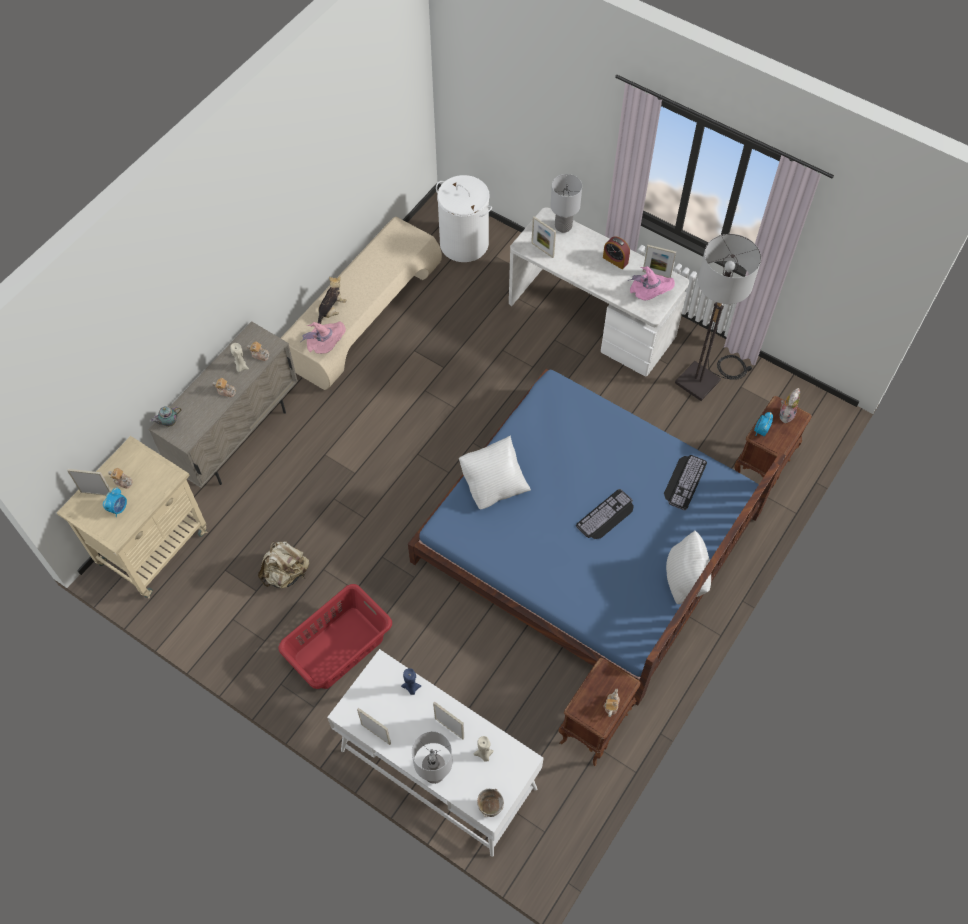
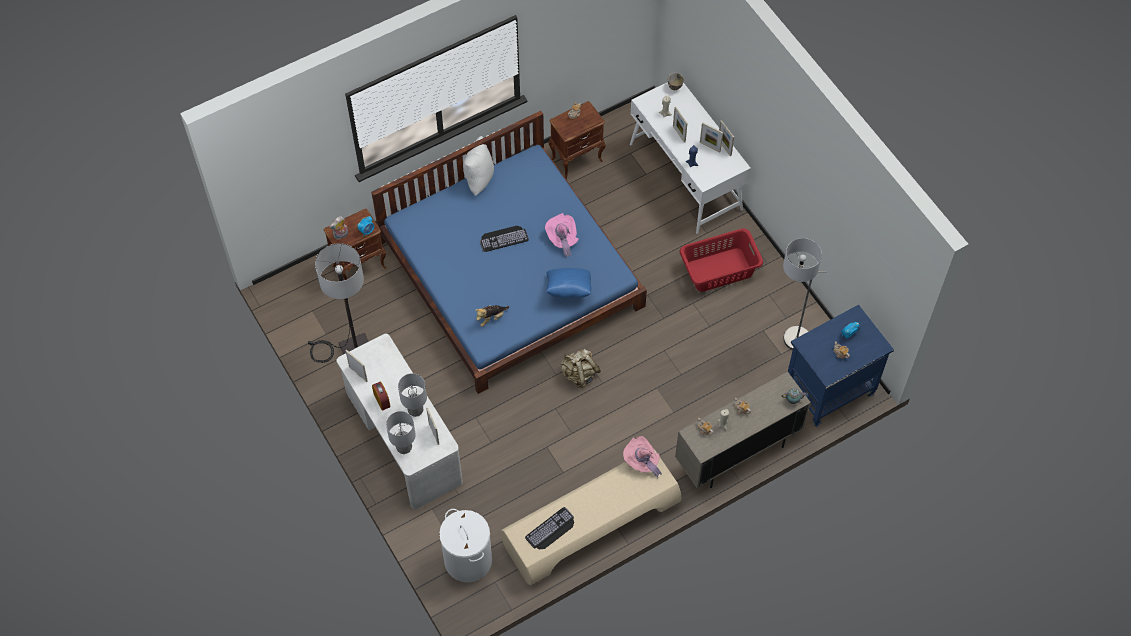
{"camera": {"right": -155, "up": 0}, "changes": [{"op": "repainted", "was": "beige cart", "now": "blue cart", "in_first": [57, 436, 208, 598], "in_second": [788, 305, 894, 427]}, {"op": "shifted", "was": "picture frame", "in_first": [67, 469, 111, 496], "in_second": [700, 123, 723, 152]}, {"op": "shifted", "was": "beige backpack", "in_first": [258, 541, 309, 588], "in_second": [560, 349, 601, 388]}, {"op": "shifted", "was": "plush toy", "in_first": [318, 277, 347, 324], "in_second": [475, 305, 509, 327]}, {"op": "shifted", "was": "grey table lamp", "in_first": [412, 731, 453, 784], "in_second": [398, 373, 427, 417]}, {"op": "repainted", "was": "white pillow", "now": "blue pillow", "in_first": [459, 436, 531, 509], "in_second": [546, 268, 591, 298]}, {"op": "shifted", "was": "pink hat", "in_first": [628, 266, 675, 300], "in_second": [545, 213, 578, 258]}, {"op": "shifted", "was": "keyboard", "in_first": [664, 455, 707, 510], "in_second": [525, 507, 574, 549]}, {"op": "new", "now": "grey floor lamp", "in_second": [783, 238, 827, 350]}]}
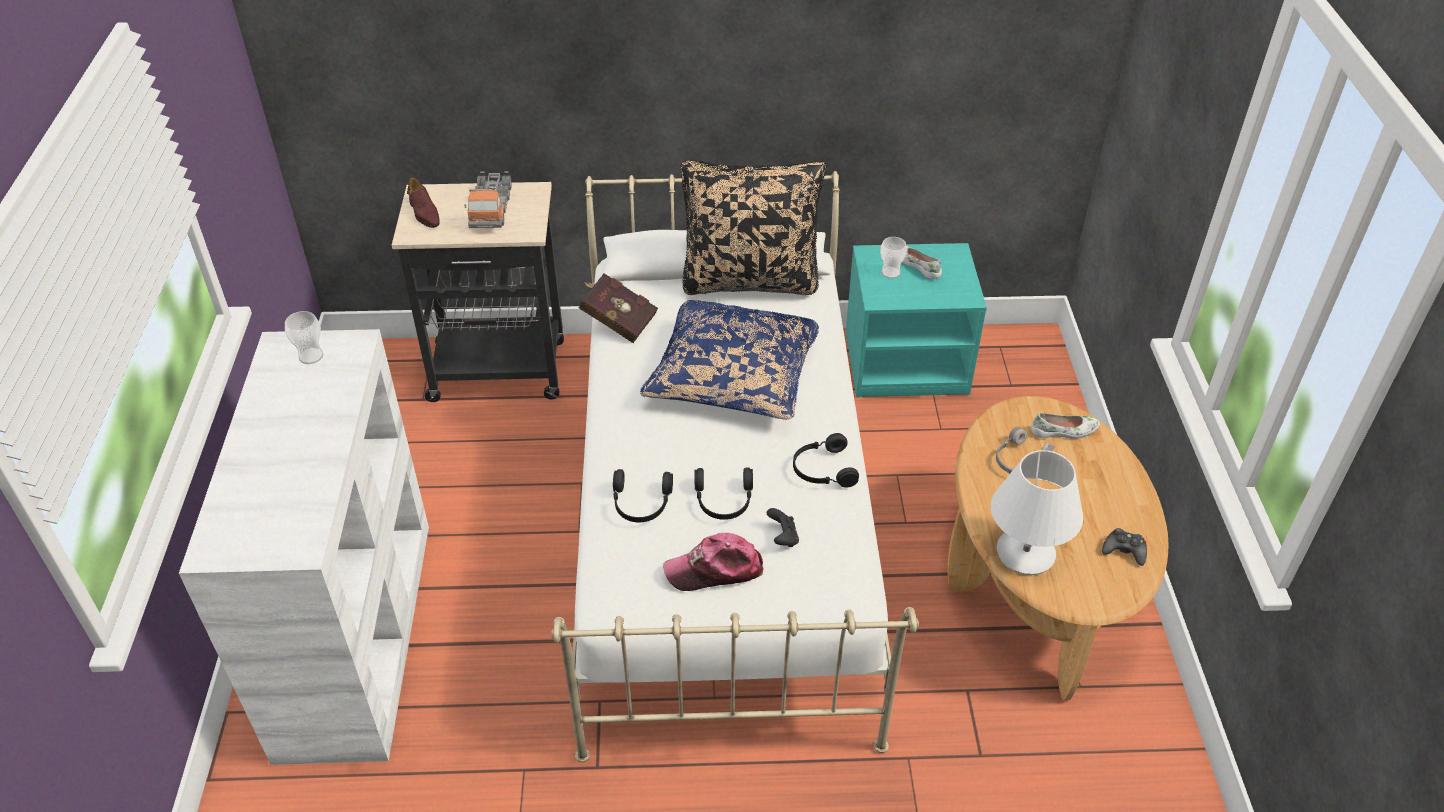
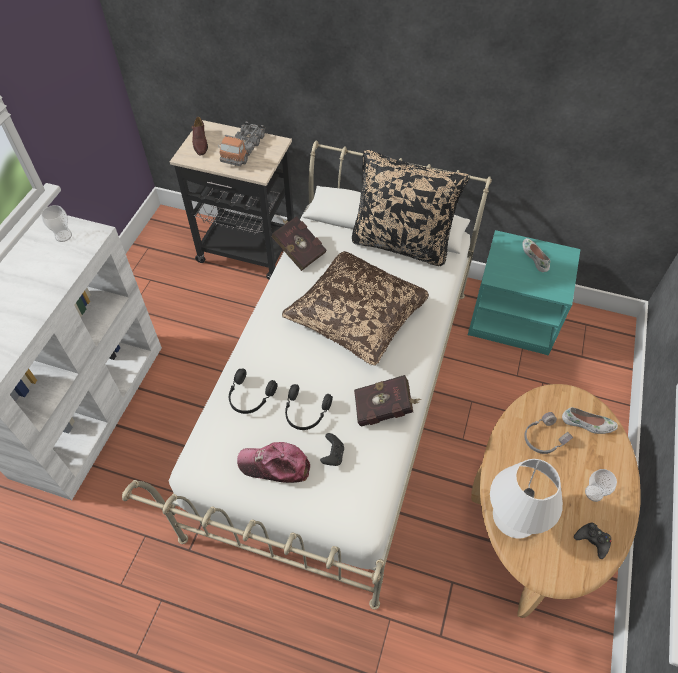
{"camera": {"right": 20, "up": 10}, "changes": [{"op": "repainted", "was": "blue pillow", "now": "brown pillow", "in_first": [640, 300, 819, 421], "in_second": [282, 251, 429, 365]}, {"op": "swapped", "was": "black headphones", "now": "red book", "in_first": [793, 433, 859, 488], "in_second": [354, 375, 422, 426]}, {"op": "shifted", "was": "cup", "in_first": [880, 237, 907, 279], "in_second": [585, 469, 617, 502]}]}
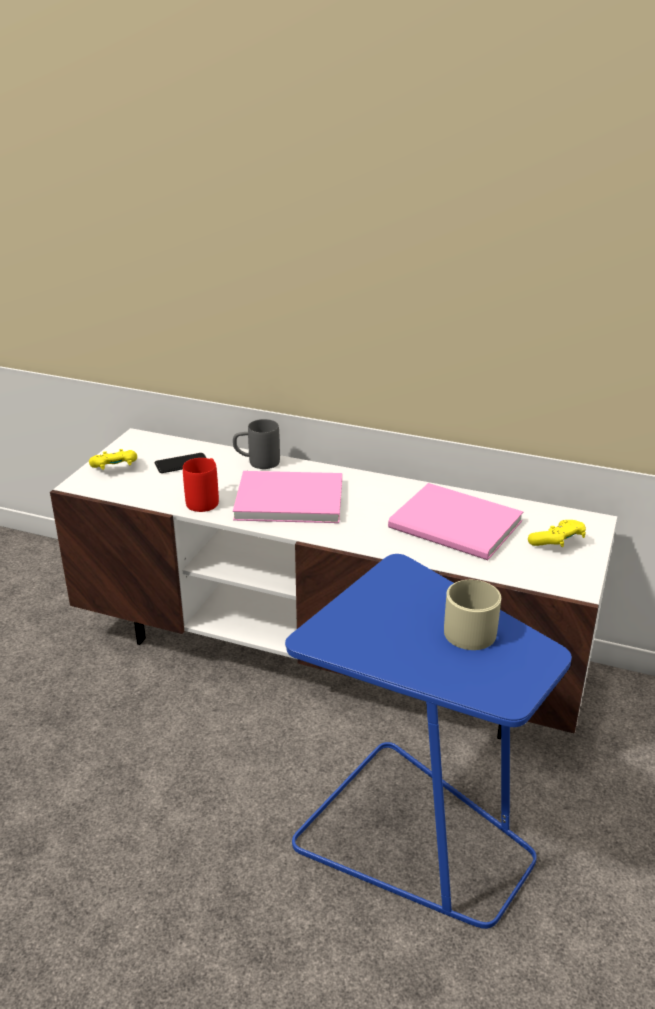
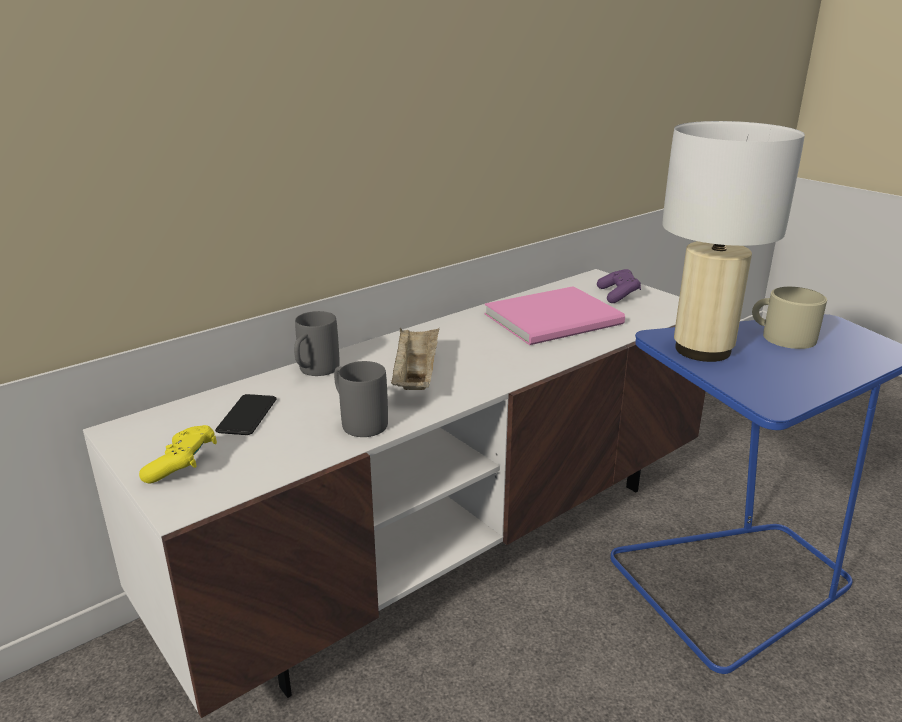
{"camera": {"right": -60, "up": -5}, "changes": [{"op": "repainted", "was": "red mug", "now": "grey mug", "in_first": [183, 458, 219, 512], "in_second": [334, 361, 388, 437]}, {"op": "swapped", "was": "pink book", "now": "beige tray", "in_first": [233, 471, 342, 523], "in_second": [391, 328, 439, 390]}, {"op": "repainted", "was": "yellow game controller", "now": "purple game controller", "in_first": [528, 520, 586, 547], "in_second": [597, 269, 641, 303]}, {"op": "new", "now": "white table lamp", "in_second": [662, 121, 805, 362]}]}
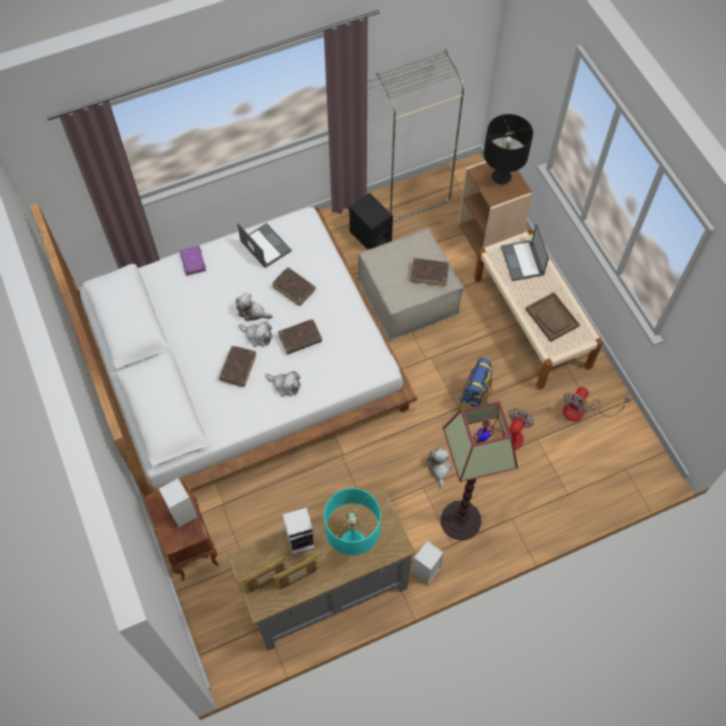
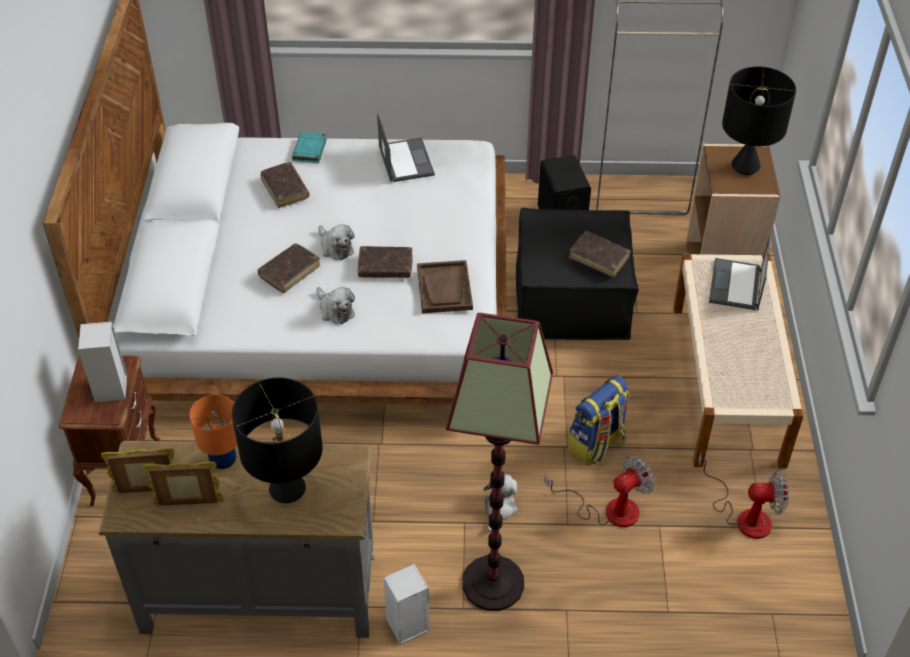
{"camera": {"right": 25, "up": -15}, "changes": [{"op": "repainted", "was": "purple book", "now": "turquoise book", "in_first": [180, 245, 206, 276], "in_second": [292, 132, 327, 163]}, {"op": "gone", "was": "plush toy", "in_first": [236, 293, 273, 321]}, {"op": "shifted", "was": "brown book", "in_first": [272, 267, 316, 306], "in_second": [261, 162, 310, 208]}, {"op": "swapped", "was": "speaker", "now": "orange table lamp", "in_first": [282, 507, 315, 554], "in_second": [190, 394, 237, 469]}, {"op": "repainted", "was": "turquoise table lamp", "now": "black table lamp", "in_first": [324, 488, 381, 555], "in_second": [232, 377, 323, 503]}, {"op": "repainted", "was": "beige ottoman", "now": "black ottoman", "in_first": [358, 228, 464, 341], "in_second": [516, 208, 639, 340]}, {"op": "shifted", "was": "brown tray", "in_first": [526, 292, 580, 342], "in_second": [417, 260, 473, 314]}, {"op": "rotated", "was": "fan", "in_first": [563, 387, 631, 421], "in_second": [698, 452, 789, 539], "clockwise": -150}]}
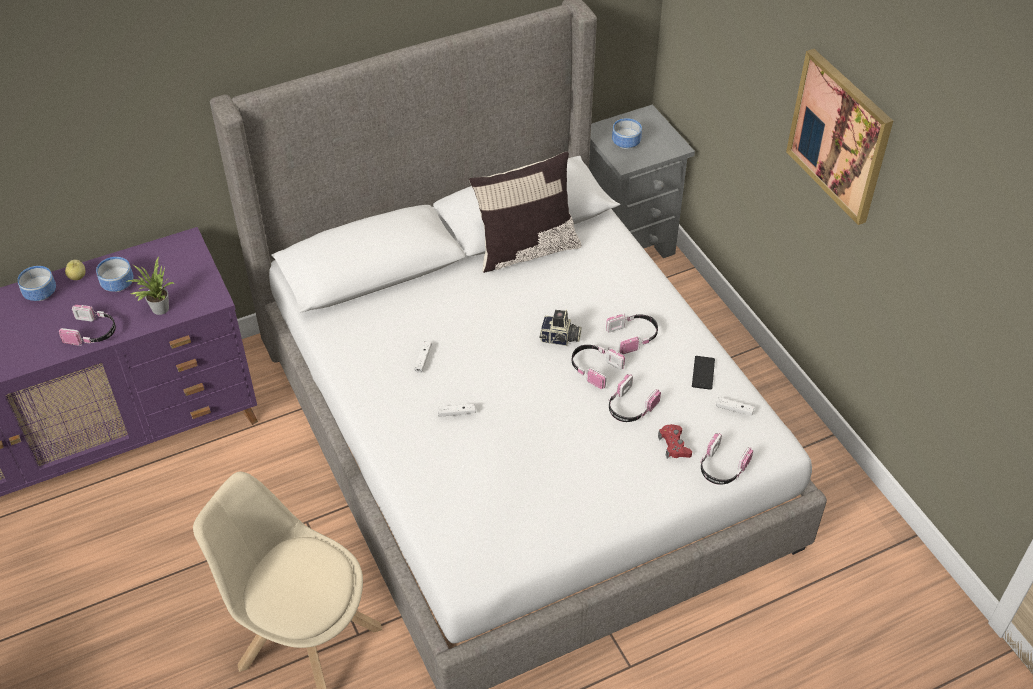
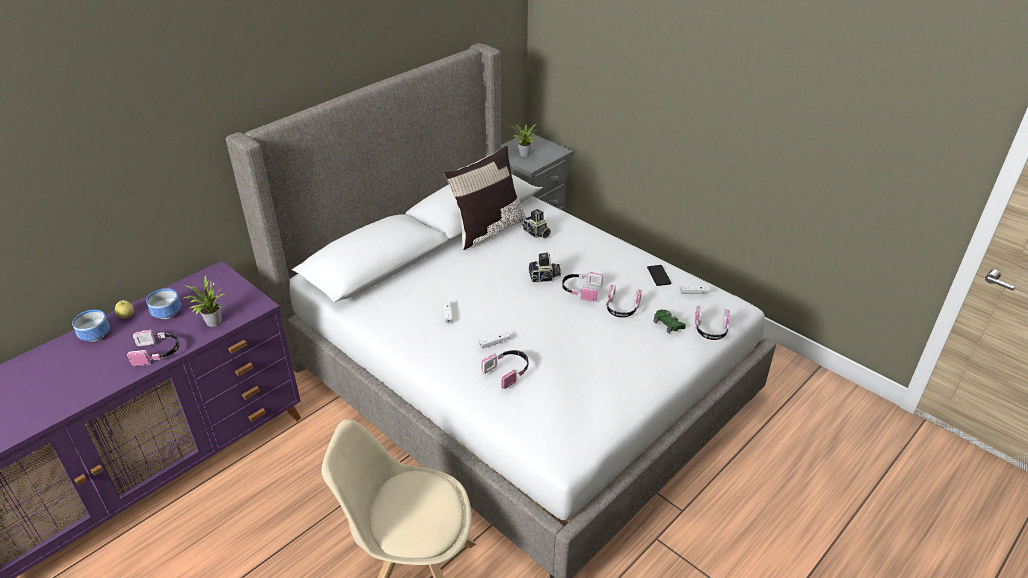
{"camera": {"right": -20, "up": -10}, "changes": [{"op": "shifted", "was": "headphones", "in_first": [606, 313, 658, 354], "in_second": [481, 350, 528, 389]}, {"op": "swapped", "was": "bowl", "now": "potted plant", "in_first": [612, 118, 642, 149], "in_second": [511, 123, 537, 157]}, {"op": "repainted", "was": "red game controller", "now": "green game controller", "in_first": [658, 424, 692, 458], "in_second": [654, 309, 686, 333]}, {"op": "gone", "was": "picture", "in_first": [786, 49, 893, 225]}, {"op": "new", "now": "photo camera", "in_second": [522, 209, 551, 239]}]}
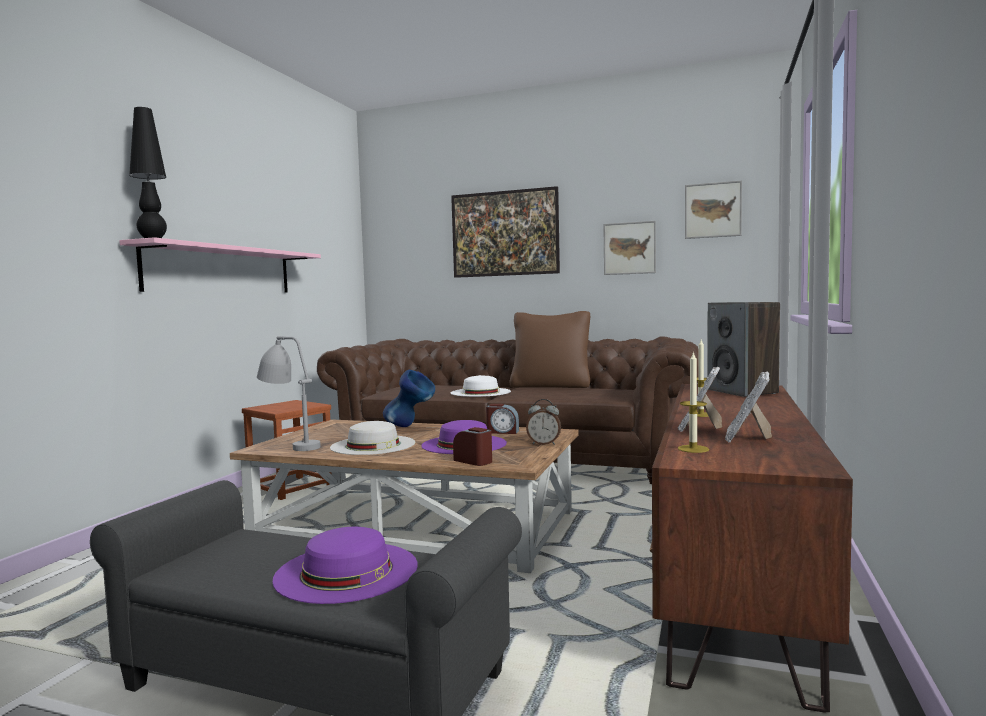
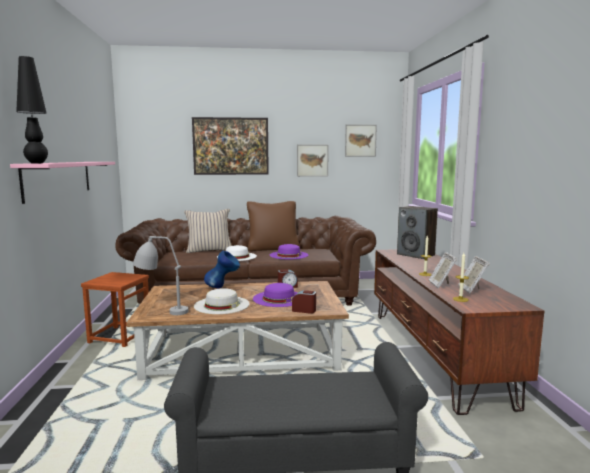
{"camera": {"right": -25, "up": 5}, "changes": [{"op": "shifted", "was": "purple hat", "in_first": [273, 527, 418, 604], "in_second": [270, 244, 308, 259]}, {"op": "gone", "was": "alarm clock", "in_first": [526, 399, 561, 445]}, {"op": "new", "now": "beige pillow", "in_second": [184, 209, 232, 253]}]}
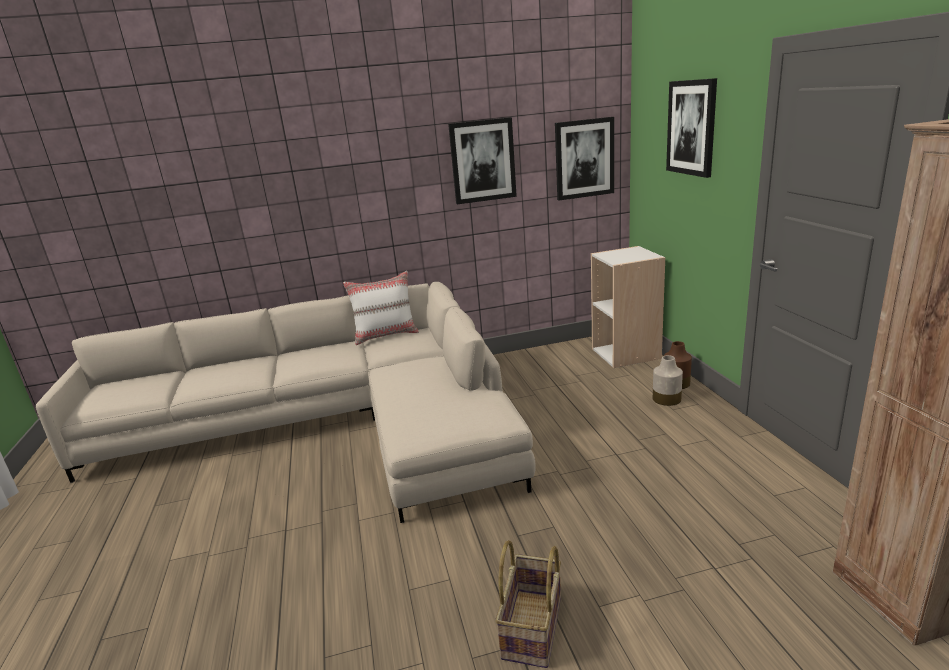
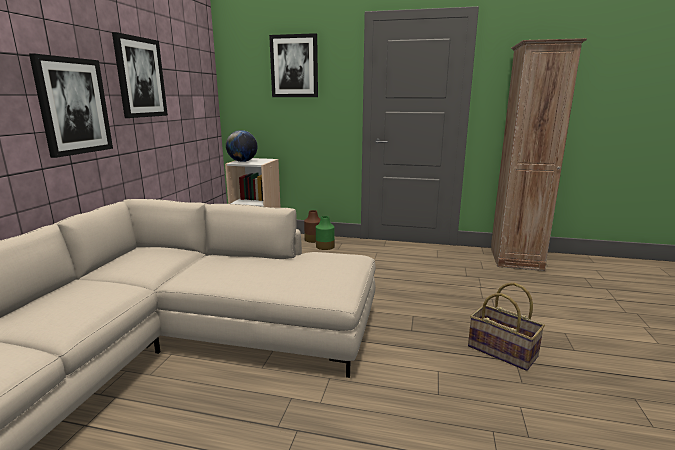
{"camera": {"right": -65, "up": -5}, "changes": [{"op": "gone", "was": "white pillow", "in_first": [343, 271, 419, 345]}, {"op": "shifted", "was": "picture", "in_first": [555, 117, 614, 200], "in_second": [29, 53, 113, 158]}, {"op": "repainted", "was": "beige vase", "now": "green vase", "in_first": [653, 355, 683, 406], "in_second": [316, 216, 335, 250]}, {"op": "new", "now": "globe", "in_second": [226, 130, 257, 162]}]}
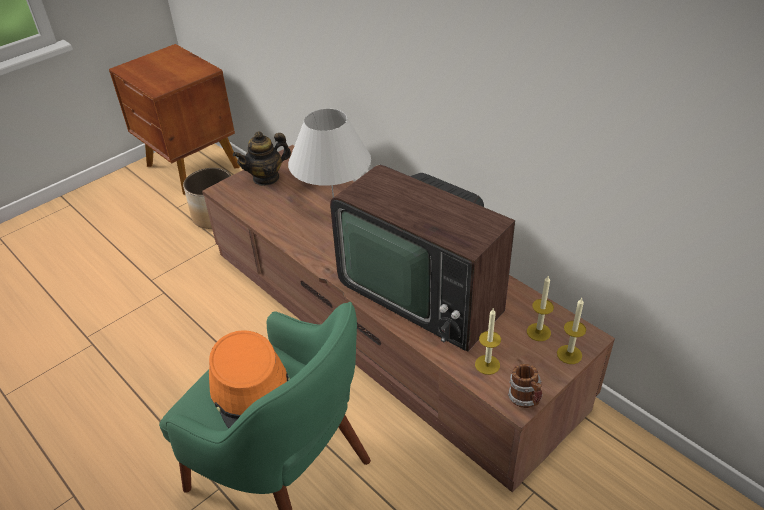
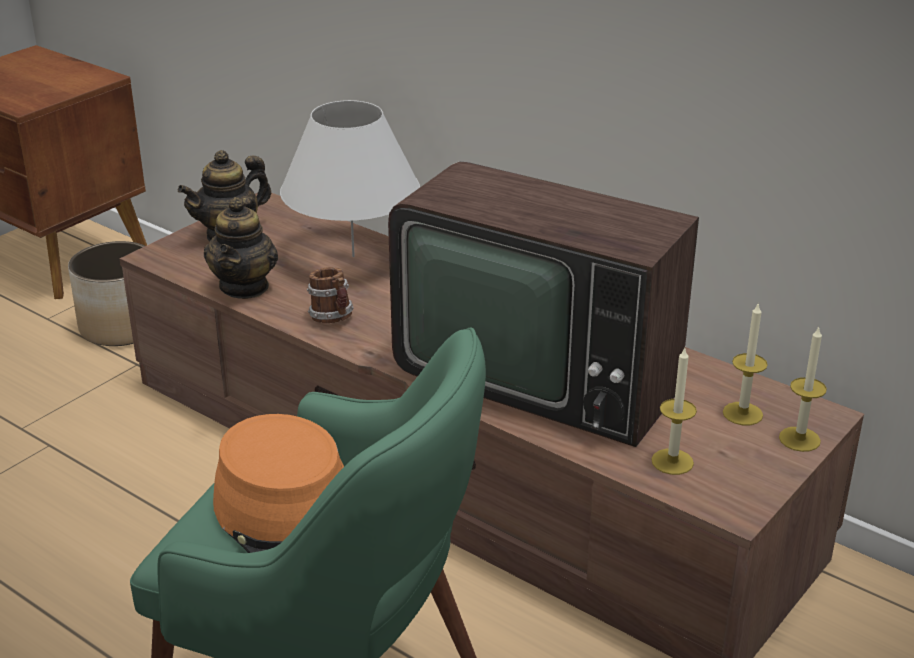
{"camera": {"right": -10, "up": -10}, "changes": [{"op": "shifted", "was": "mug", "in_first": [508, 364, 543, 408], "in_second": [307, 267, 354, 323]}, {"op": "new", "now": "teapot", "in_second": [204, 196, 278, 299]}]}
